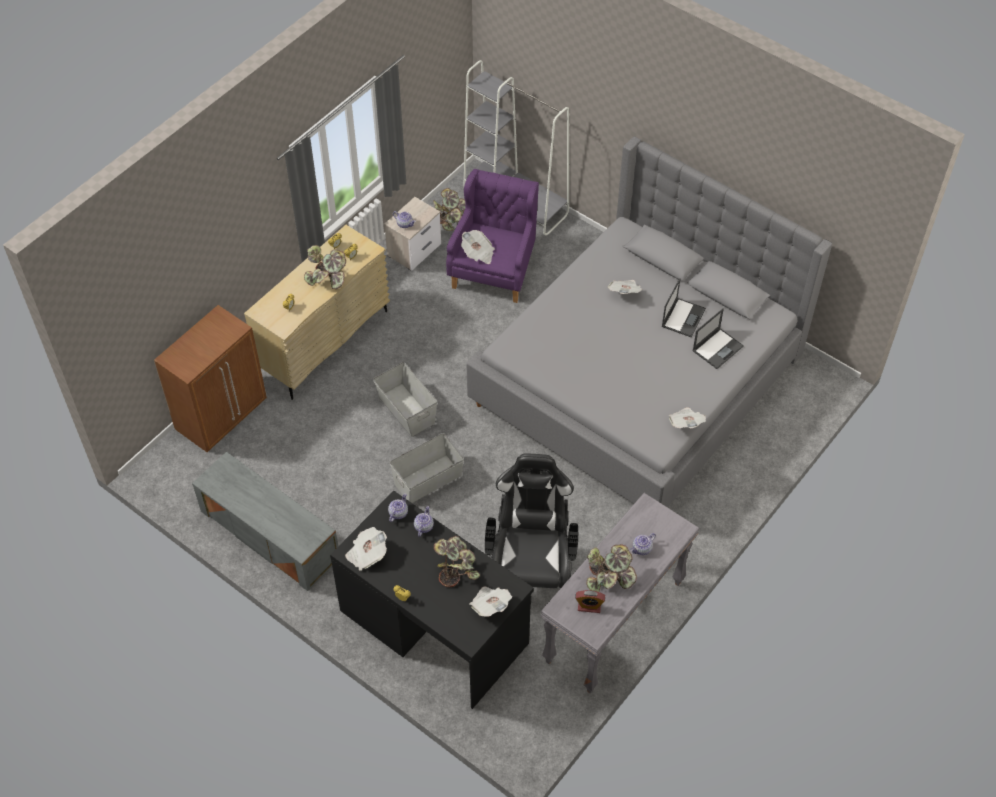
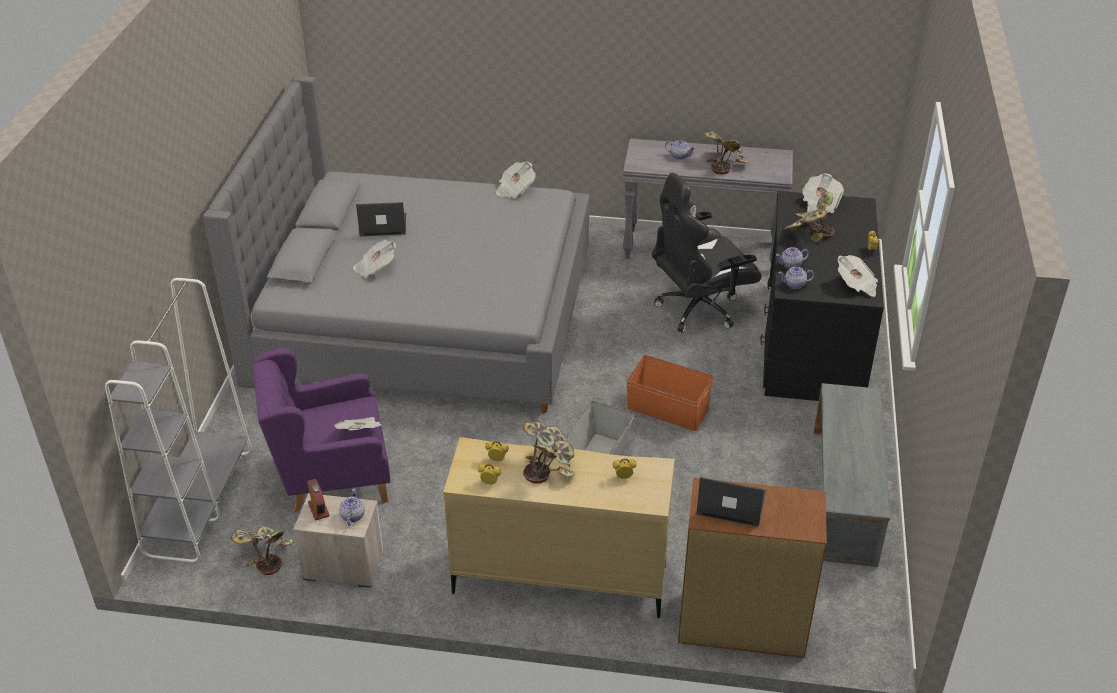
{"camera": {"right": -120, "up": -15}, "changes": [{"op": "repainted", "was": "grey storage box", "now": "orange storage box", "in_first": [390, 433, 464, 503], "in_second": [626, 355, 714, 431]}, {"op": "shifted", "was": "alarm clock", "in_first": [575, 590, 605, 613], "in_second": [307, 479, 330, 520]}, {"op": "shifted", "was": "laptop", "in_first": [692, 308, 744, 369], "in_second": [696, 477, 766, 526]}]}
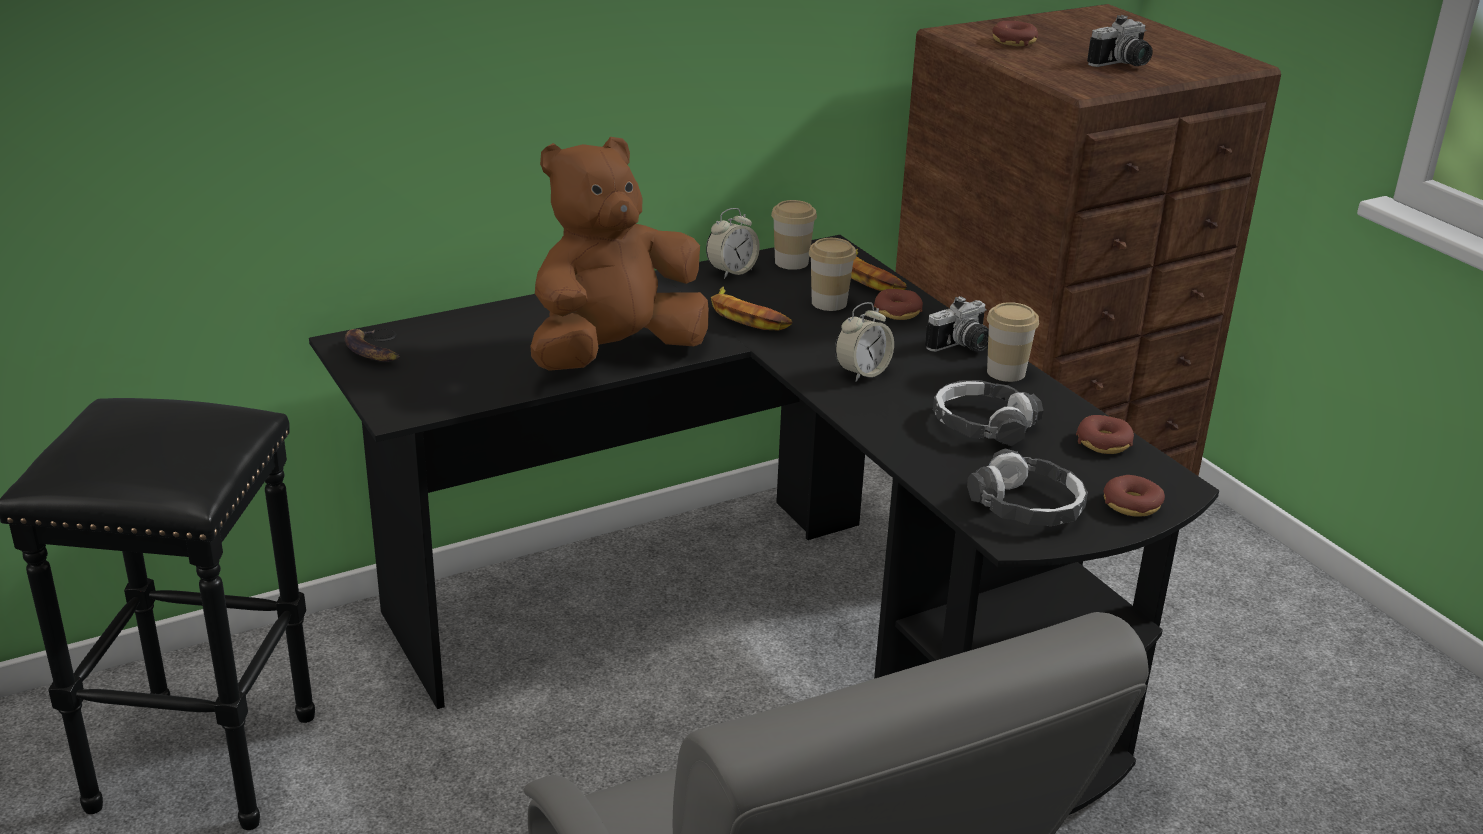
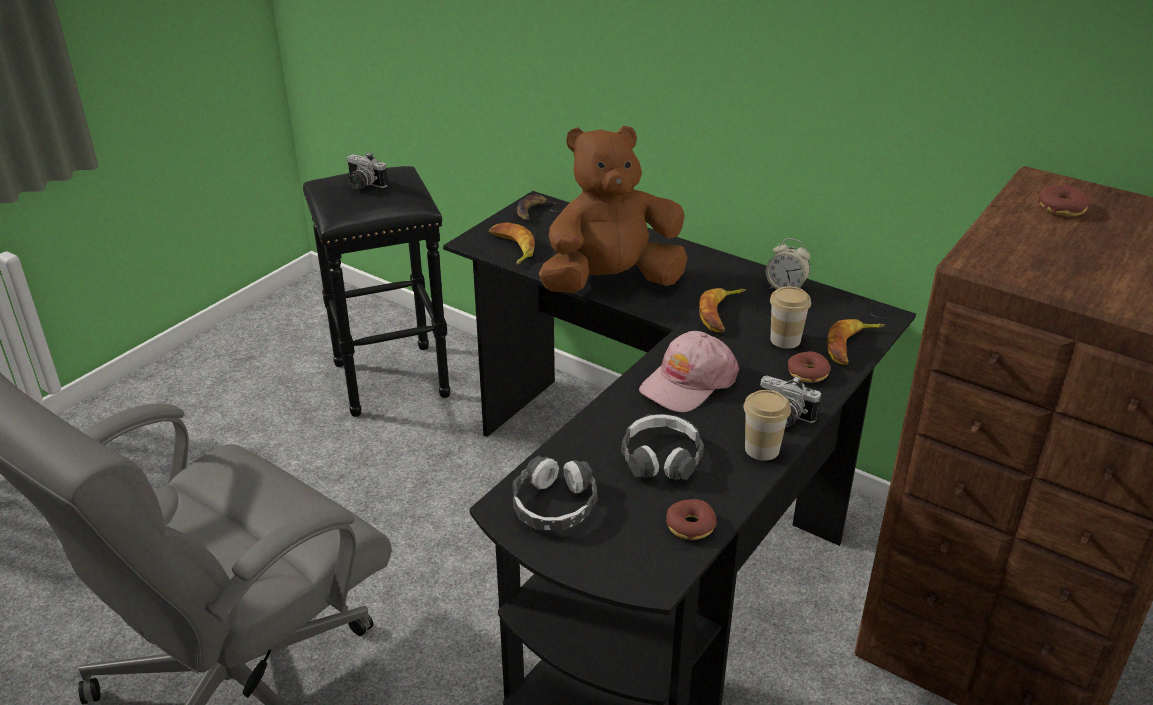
{"camera": {"right": 65, "up": 5}, "changes": [{"op": "rotated", "was": "brown plush toy", "in_first": [531, 137, 709, 371], "in_second": [539, 125, 688, 293], "clockwise": -45}, {"op": "gone", "was": "cup", "in_first": [771, 200, 817, 270]}, {"op": "swapped", "was": "alarm clock", "now": "pink cap", "in_first": [835, 302, 894, 382], "in_second": [639, 331, 739, 413]}, {"op": "shifted", "was": "photo camera", "in_first": [1087, 15, 1153, 67], "in_second": [347, 152, 388, 189]}, {"op": "gone", "was": "donut", "in_first": [1103, 475, 1165, 517]}, {"op": "new", "now": "banana", "in_second": [489, 223, 535, 265]}]}
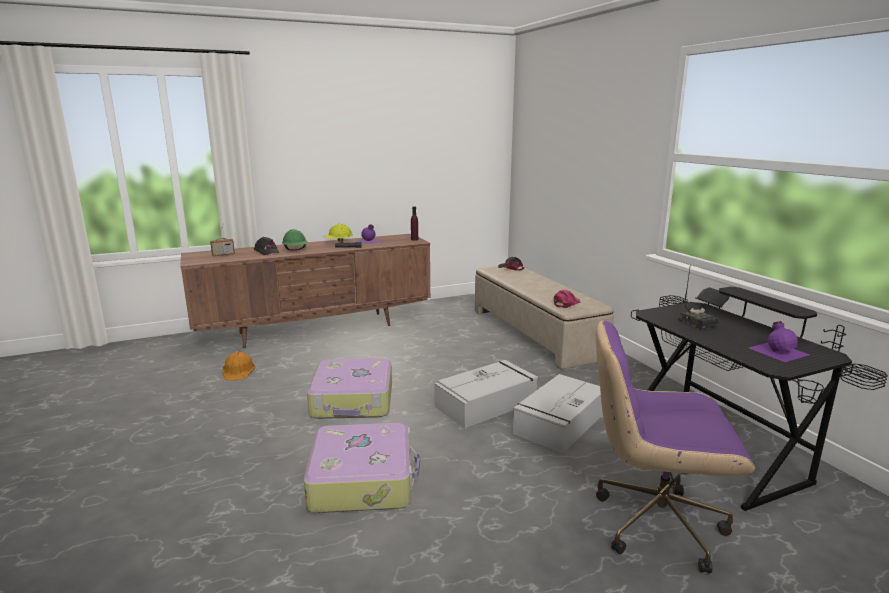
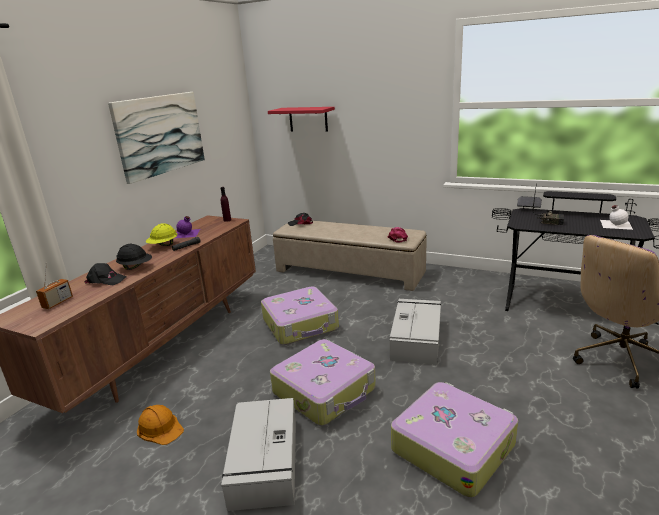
{"camera": {"right": -40, "up": 5}, "changes": [{"op": "repainted", "was": "green hard hat", "now": "black hard hat", "in_first": [282, 229, 308, 250], "in_second": [116, 244, 152, 270]}, {"op": "shifted", "was": "grey storage box", "in_first": [513, 374, 603, 453], "in_second": [221, 398, 296, 511]}, {"op": "repainted", "was": "purple bottle", "now": "white bottle", "in_first": [749, 321, 809, 362], "in_second": [600, 205, 633, 230]}, {"op": "new", "now": "picture", "in_second": [108, 92, 205, 184]}, {"op": "new", "now": "suitcase", "in_second": [261, 286, 339, 345]}, {"op": "new", "now": "red shelf", "in_second": [268, 107, 335, 132]}]}
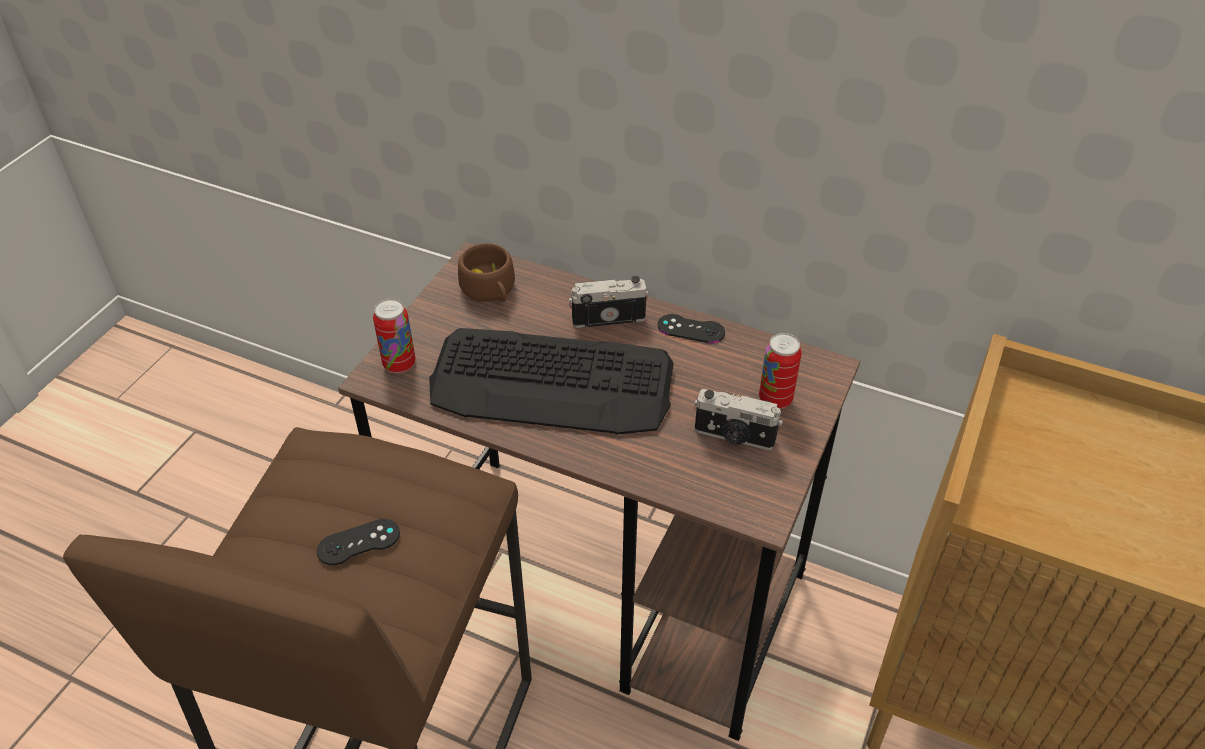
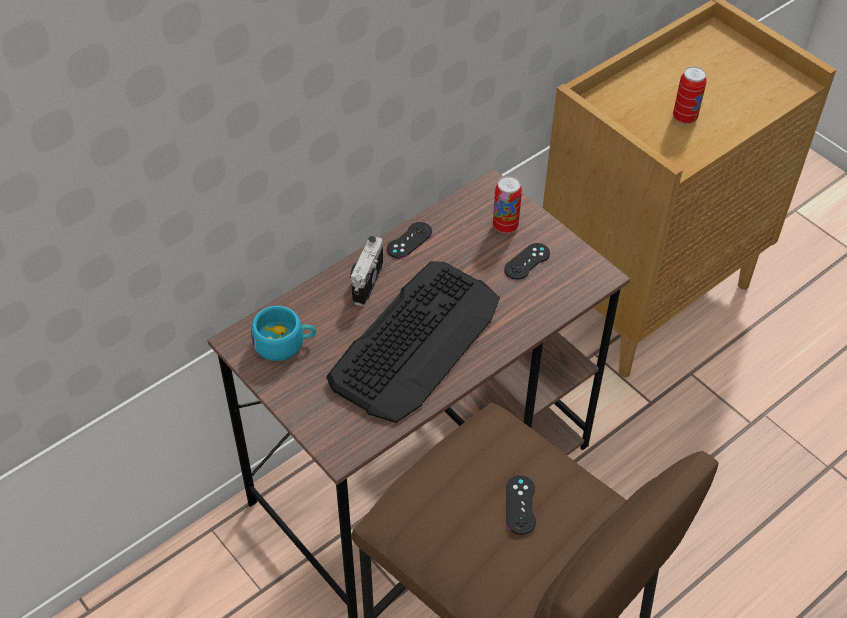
{"camera": {"right": -65, "up": 5}, "changes": [{"op": "shifted", "was": "can", "in_first": [373, 299, 416, 373], "in_second": [673, 66, 707, 124]}, {"op": "repainted", "was": "brown cup", "now": "turquoise cup", "in_first": [458, 243, 515, 302], "in_second": [251, 306, 316, 361]}, {"op": "swapped", "was": "photo camera", "now": "black game controller", "in_first": [694, 389, 783, 450], "in_second": [504, 243, 550, 280]}]}
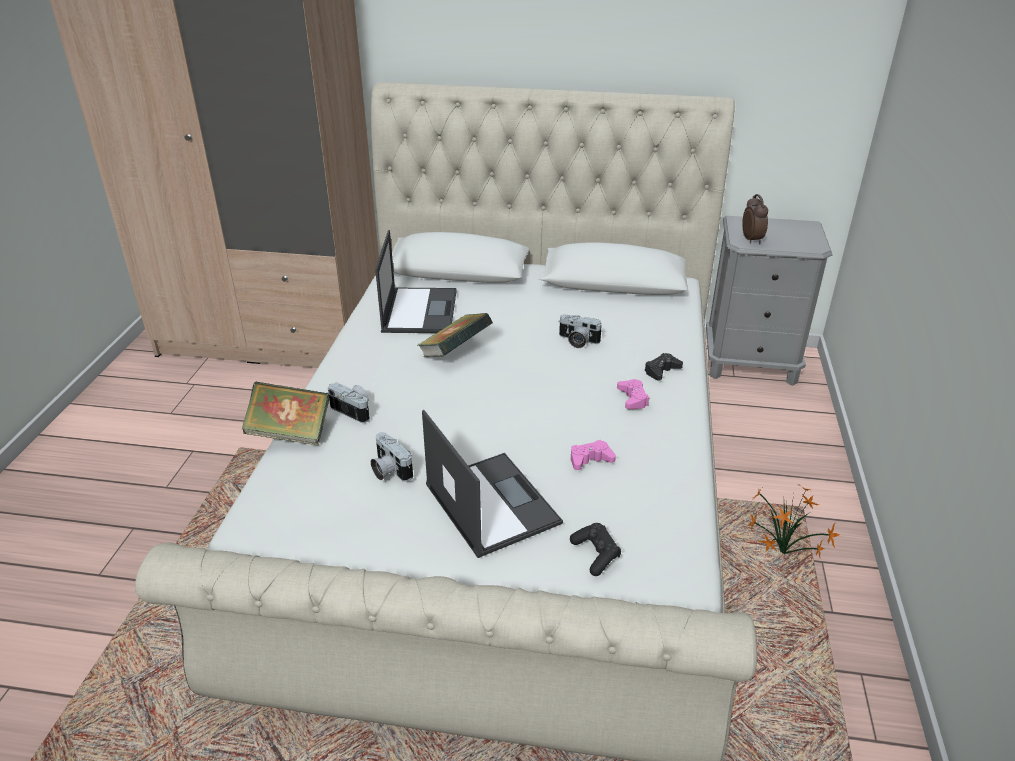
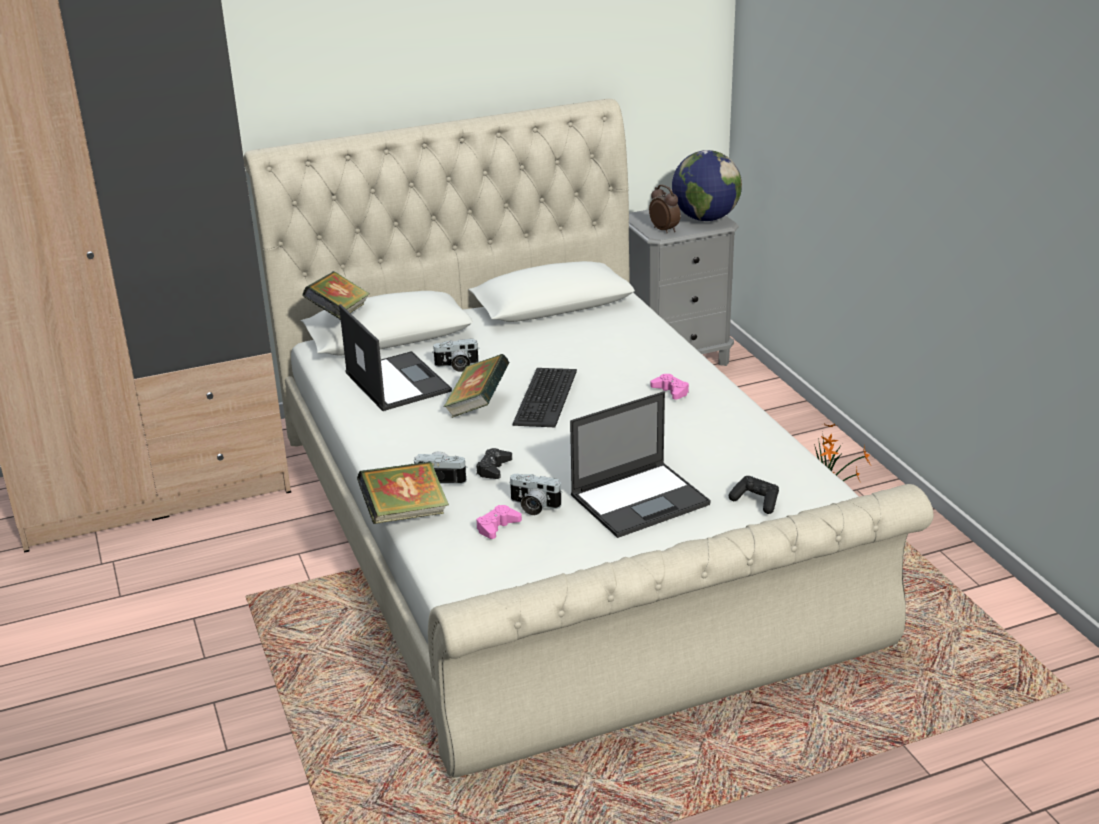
{"camera": {"right": -30, "up": -5}, "changes": [{"op": "rotated", "was": "laptop", "in_first": [422, 410, 563, 558], "in_second": [570, 391, 711, 538], "clockwise": 120}, {"op": "shifted", "was": "photo camera", "in_first": [558, 314, 603, 348], "in_second": [432, 339, 479, 372]}, {"op": "shifted", "was": "pink game controller", "in_first": [571, 440, 616, 470], "in_second": [477, 505, 522, 539]}, {"op": "shifted", "was": "black game controller", "in_first": [644, 353, 683, 380], "in_second": [476, 448, 512, 479]}, {"op": "new", "now": "book", "in_second": [302, 271, 370, 320]}, {"op": "new", "now": "keyboard", "in_second": [513, 368, 577, 427]}, {"op": "new", "now": "globe", "in_second": [672, 150, 742, 221]}]}
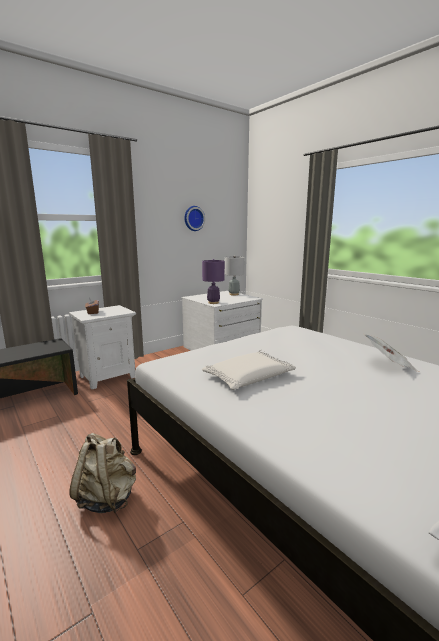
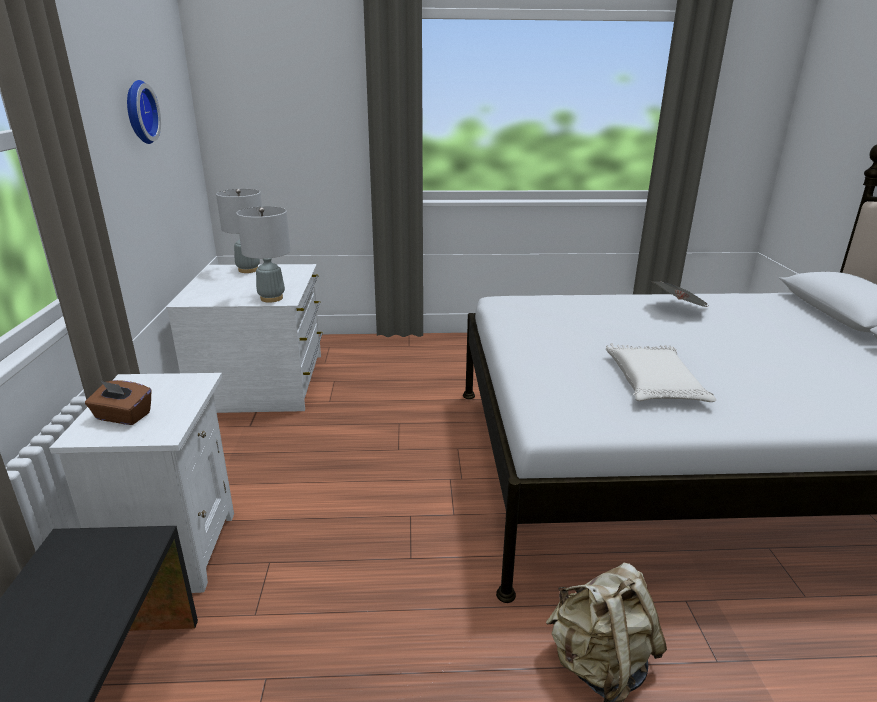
{"camera": {"right": -55, "up": 10}, "changes": [{"op": "repainted", "was": "purple table lamp", "now": "grey table lamp", "in_first": [202, 259, 225, 304], "in_second": [236, 206, 290, 302]}]}
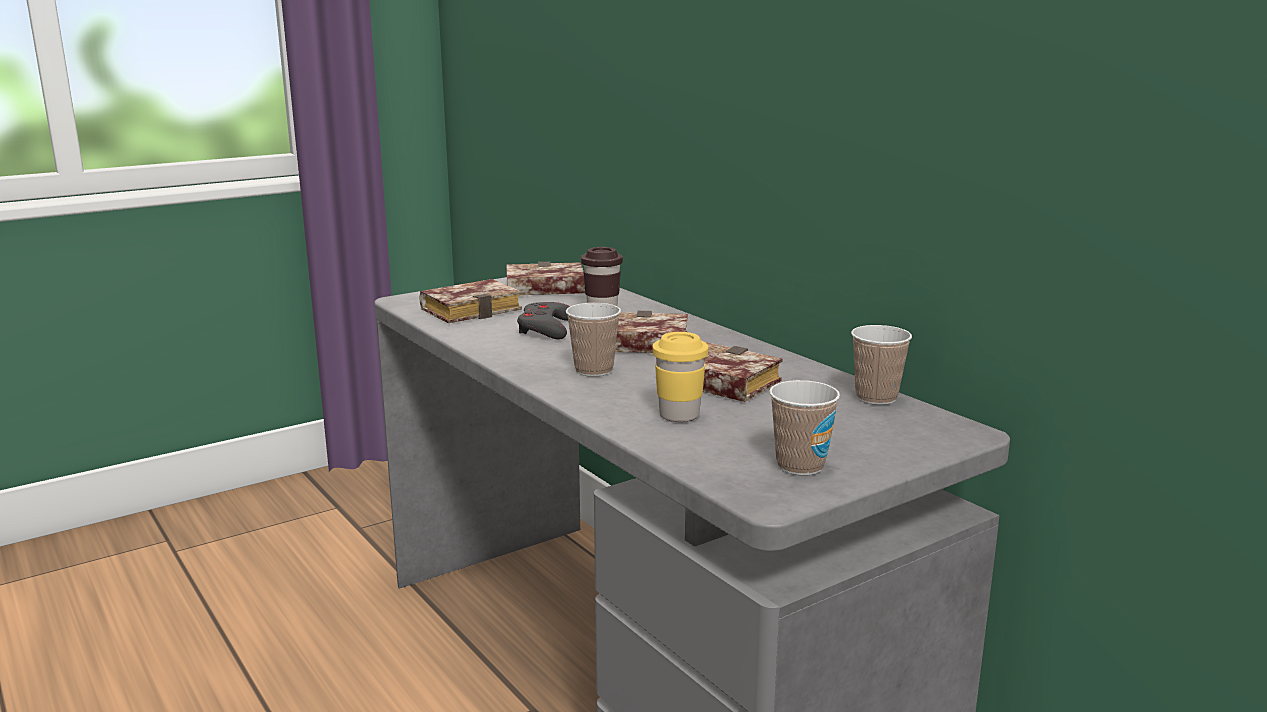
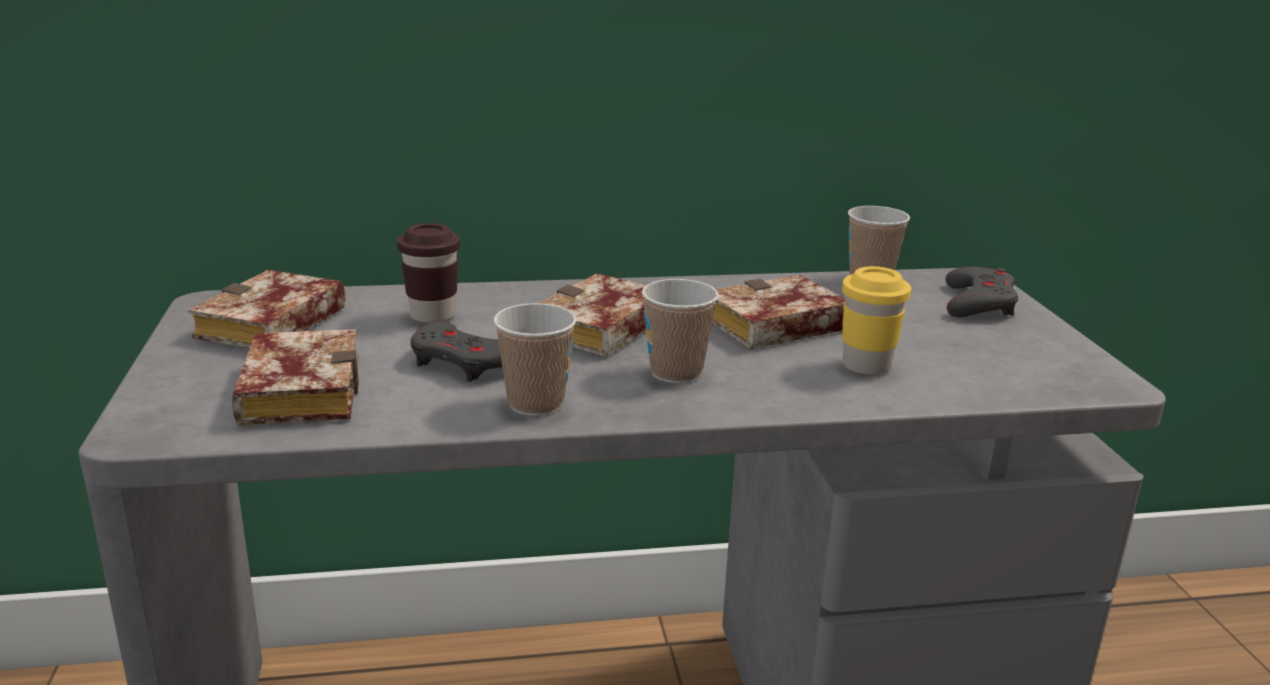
{"camera": {"right": -65, "up": 5}, "changes": [{"op": "shifted", "was": "cup", "in_first": [769, 380, 840, 476], "in_second": [494, 303, 577, 416]}, {"op": "new", "now": "grey game controller", "in_second": [945, 267, 1018, 317]}]}
